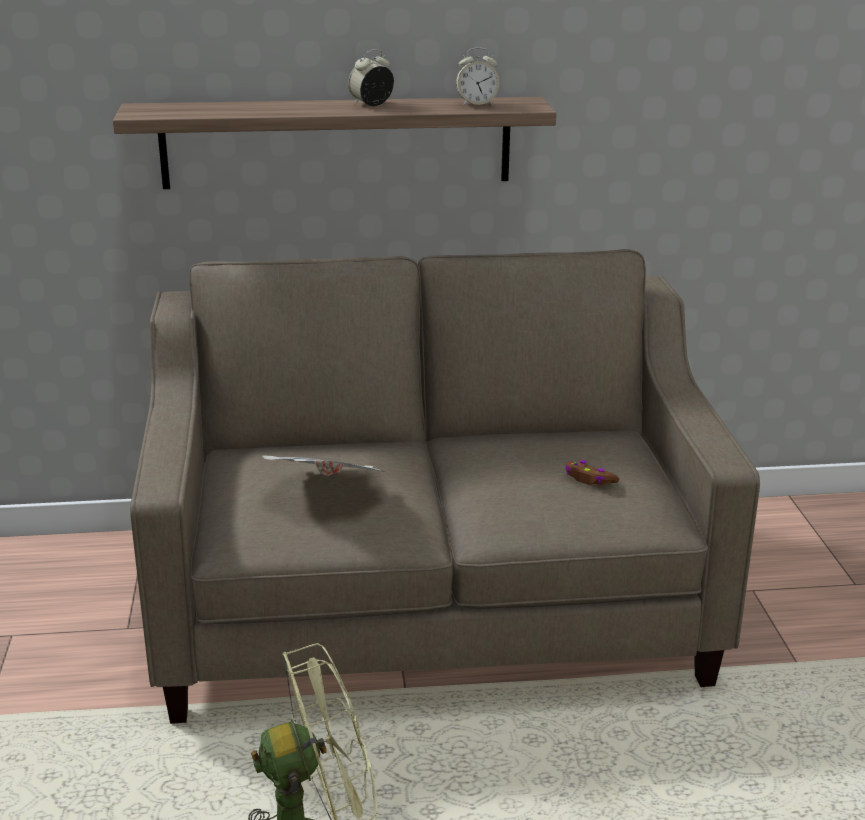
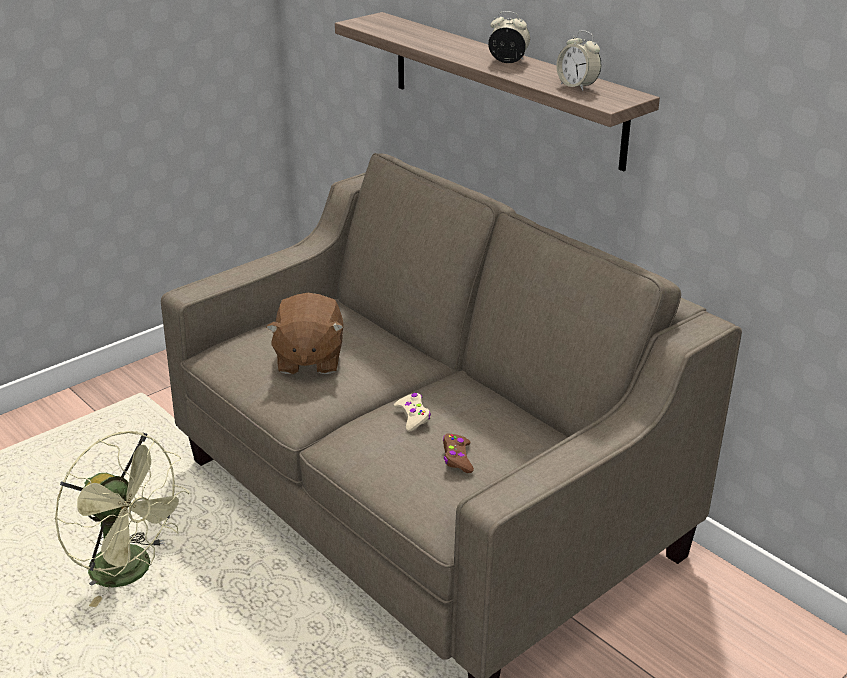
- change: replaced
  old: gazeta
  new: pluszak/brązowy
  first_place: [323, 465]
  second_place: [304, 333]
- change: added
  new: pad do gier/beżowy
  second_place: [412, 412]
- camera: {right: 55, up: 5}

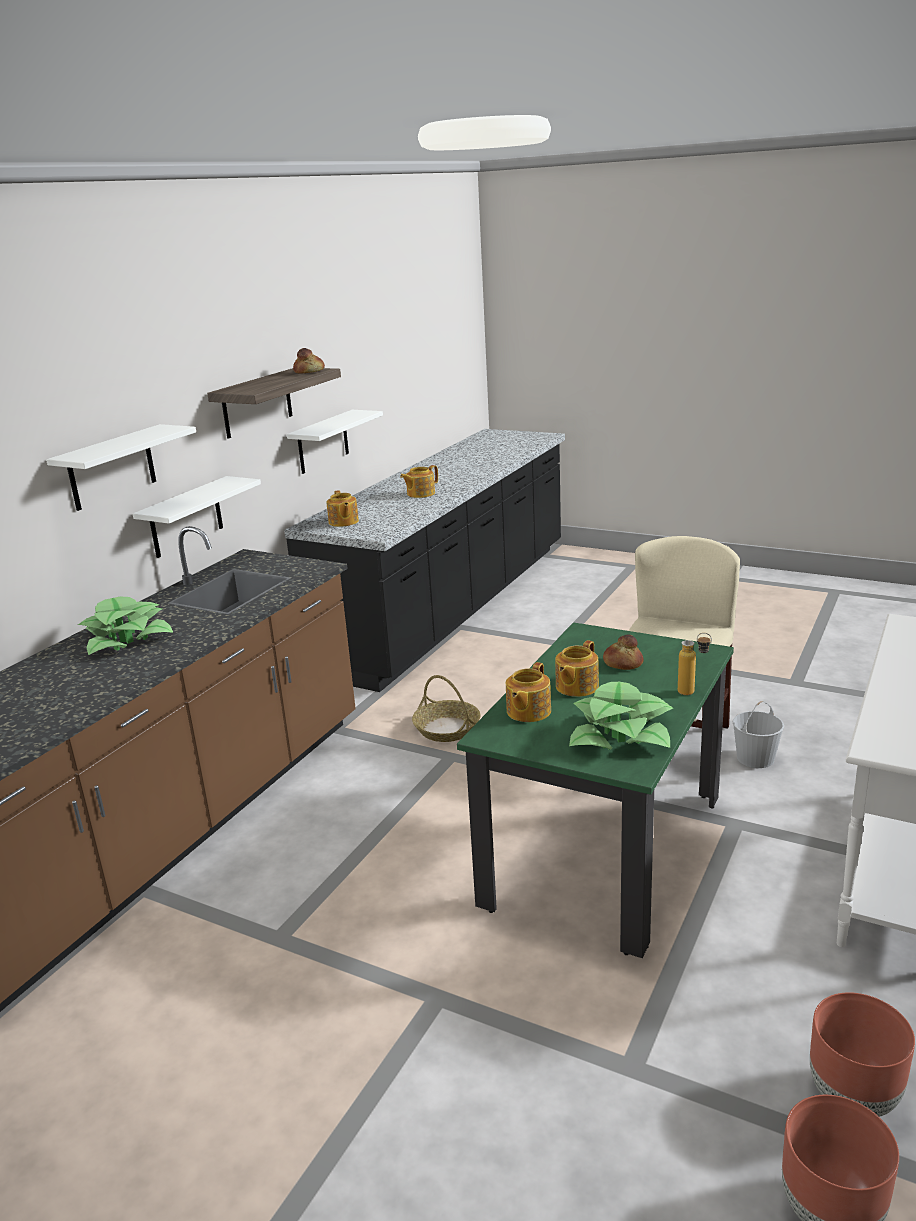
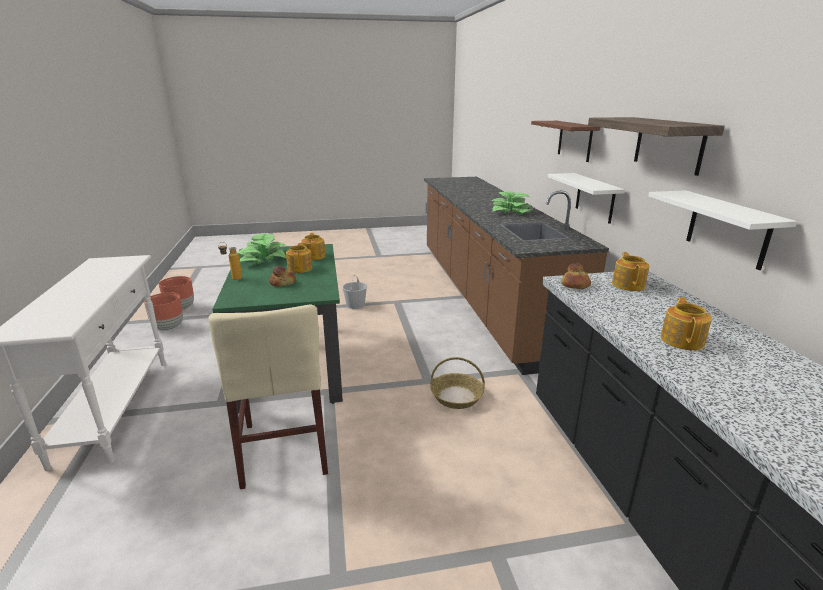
- change: moved
  old: chleb
  first_place: [309, 360]
  second_place: [576, 276]
- change: recoloured
  old: półka/biały
  new: półka/brązowy
  first_place: [121, 467]
  second_place: [566, 141]
- change: turned
  old: imbryk
  first_place: [342, 508]
  second_place: [630, 271]
  degrees: 60
- change: moved
  old: wiadro/biały
  first_place: [758, 734]
  second_place: [354, 292]
- camera: {right: 140, up: 0}

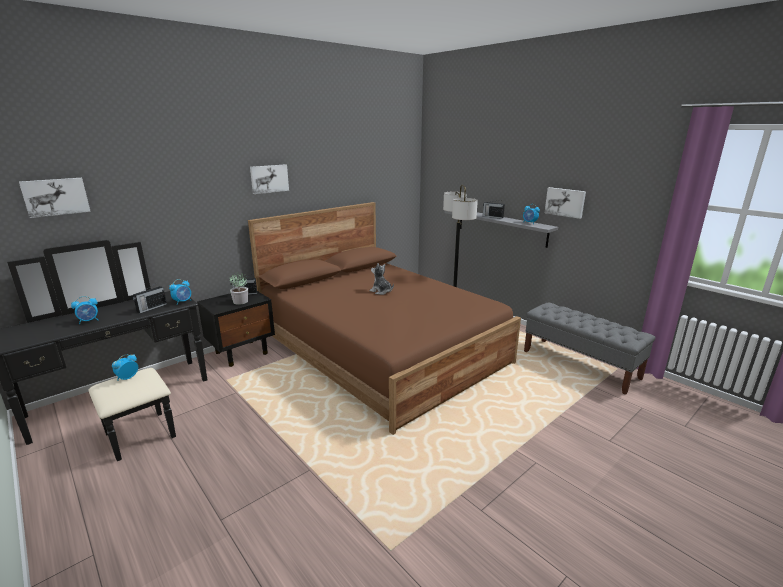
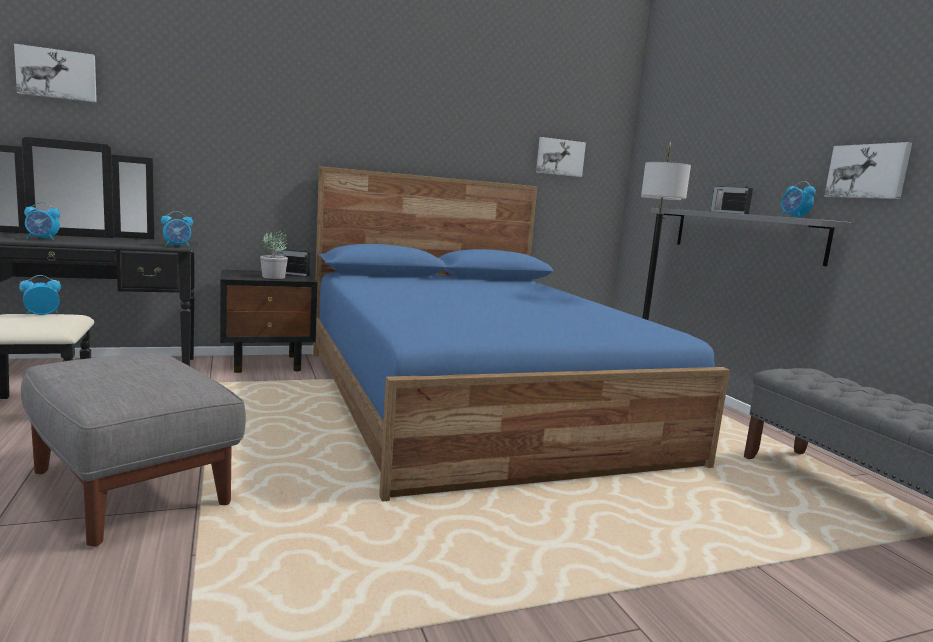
- change: moved
  old: obraz
  first_place: [269, 179]
  second_place: [561, 157]
- change: recoloured
  old: łóżko/brązowy
  new: łóżko/niebieski
  first_place: [384, 318]
  second_place: [521, 334]
- change: removed
  old: pluszak
  first_place: [381, 279]
- change: removed
  old: radio
  first_place: [150, 298]
- change: added
  new: pufa/szary
  second_place: [133, 450]
- camera: {right: 20, up: -10}

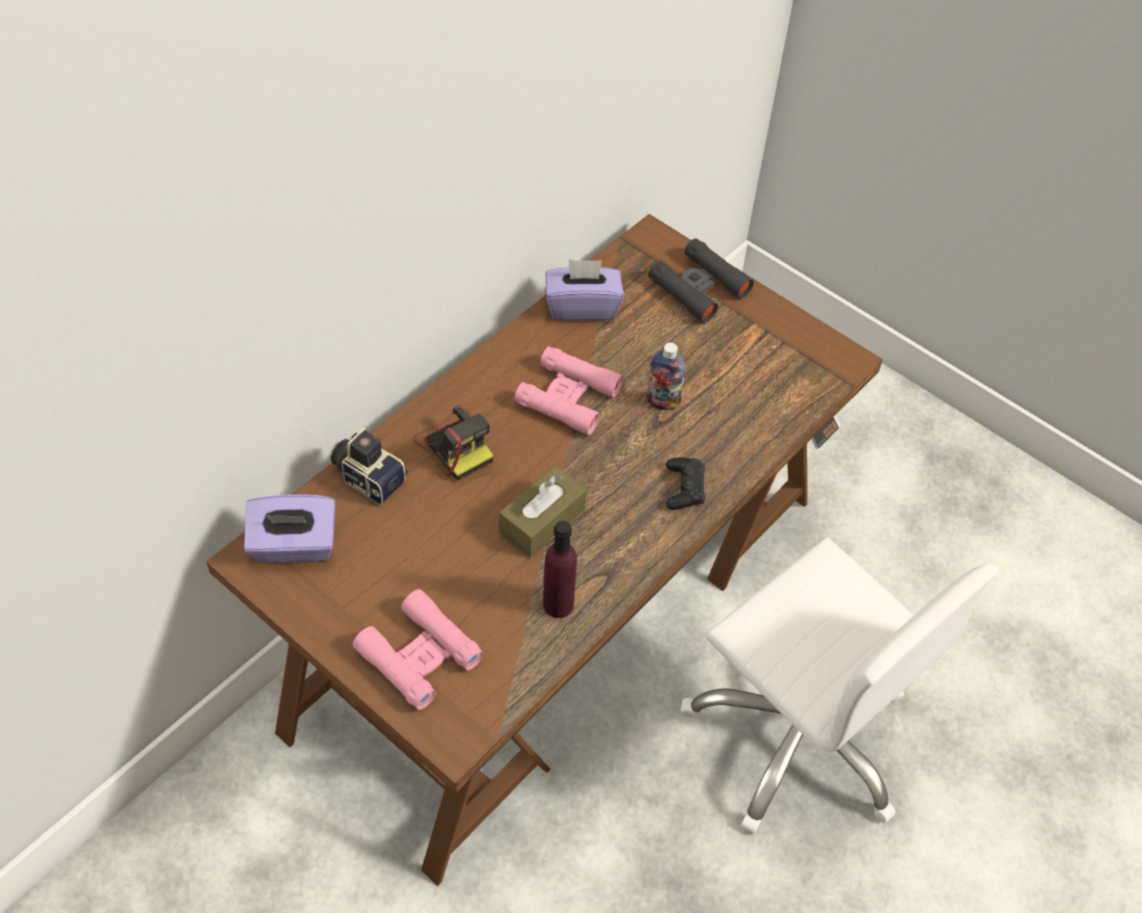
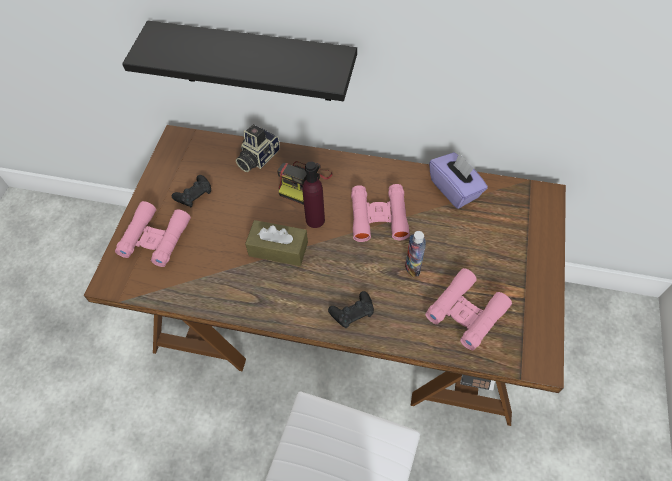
- change: removed
  old: lornetka/czarny
  first_place: [701, 280]
- change: turned
  old: aparat fotograficzny
  first_place: [368, 466]
  second_place: [258, 148]
  degrees: -150
- change: removed
  old: pudełko chusteczek/fioletowy
  first_place: [289, 528]
- change: moved
  old: butelka/fioletowy
  first_place: [560, 569]
  second_place: [314, 194]
- change: added
  new: półka/czarny
  second_place: [239, 60]
- change: added
  new: pad do gier/czarny
  second_place: [191, 191]
- change: added
  new: lornetka/różowy
  second_place: [468, 309]
- camera: {right: 65, up: 5}

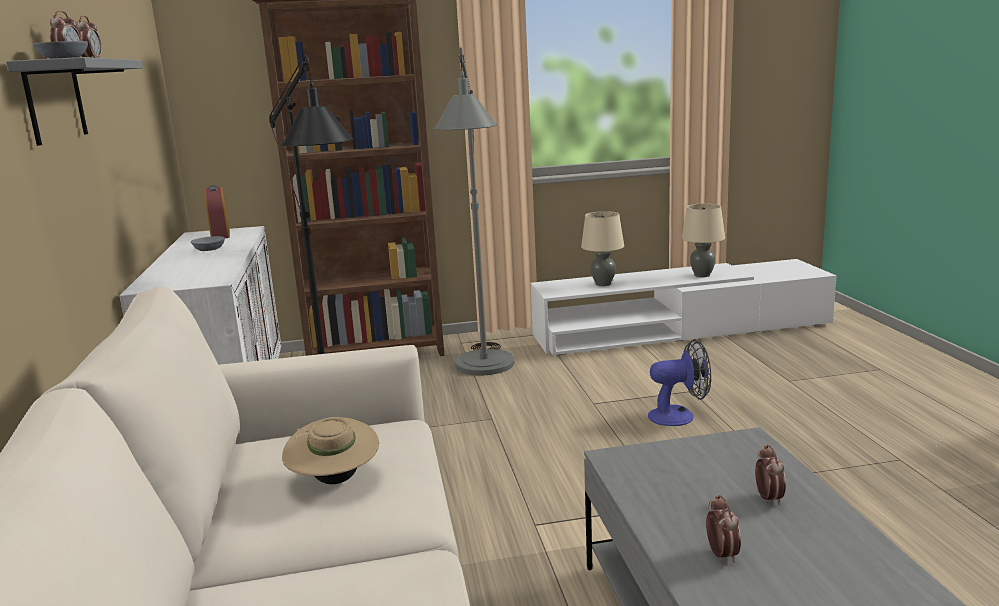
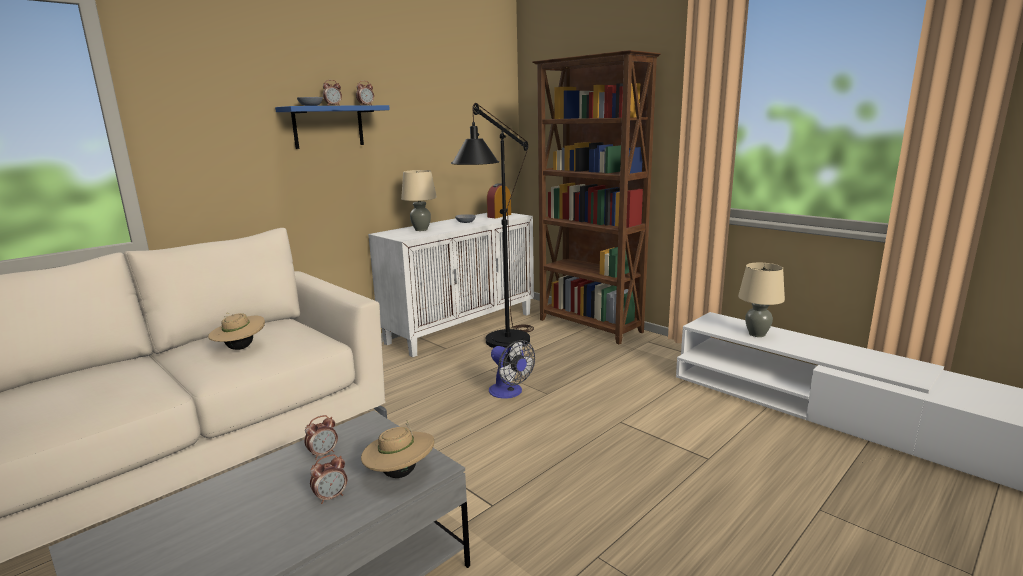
- change: removed
  old: lampa stojąca/szary
  first_place: [473, 211]
- change: recoloured
  old: półka/szary
  new: półka/niebieski
  first_place: [74, 101]
  second_place: [332, 127]
- change: moved
  old: lampa stołowa/beżowy
  first_place: [703, 240]
  second_place: [419, 200]
- change: moved
  old: wentylator
  first_place: [679, 382]
  second_place: [512, 369]
- change: moved
  old: budzik
  first_place: [723, 529]
  second_place: [321, 437]
- change: added
  new: kapelusz/beżowy
  second_place: [397, 449]
- camera: {right: 55, up: 0}

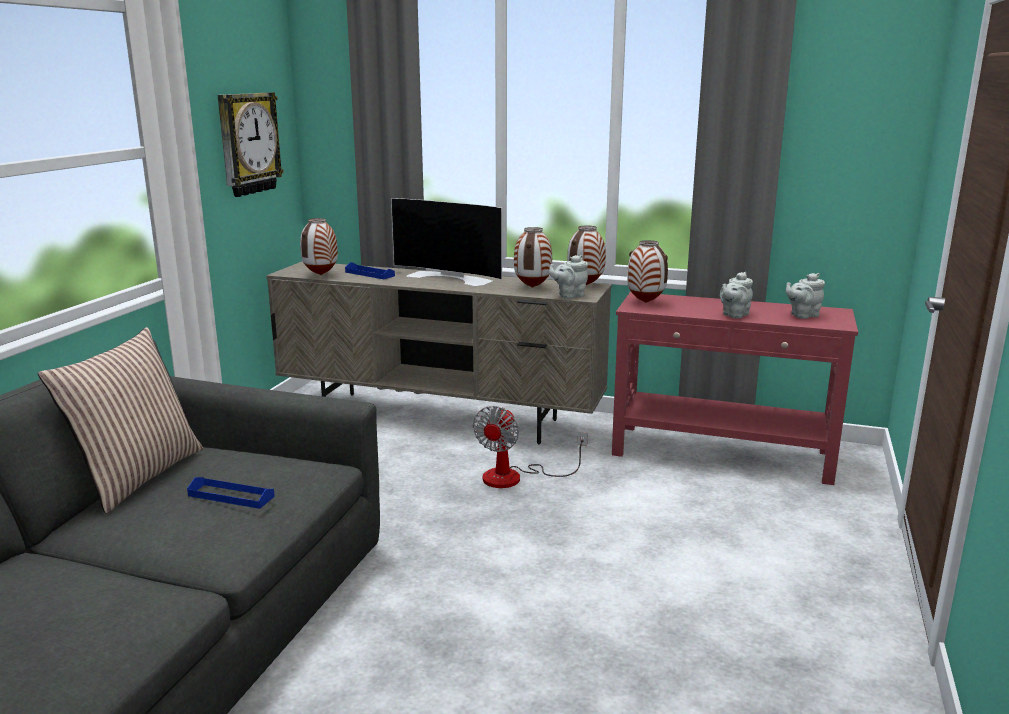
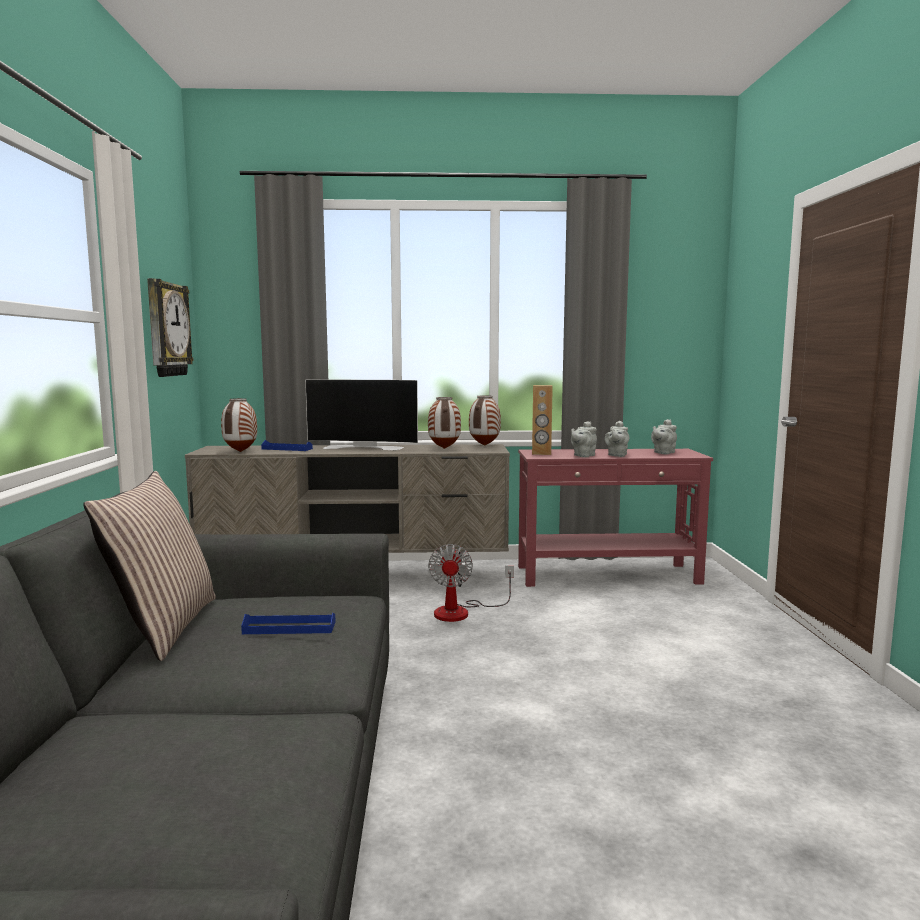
- change: replaced
  old: wazon
  new: głośnik/brązowy
  first_place: [647, 271]
  second_place: [542, 420]
- change: moved
  old: imbryk/szary
  first_place: [568, 277]
  second_place: [584, 439]
- camera: {right: -20, up: -10}

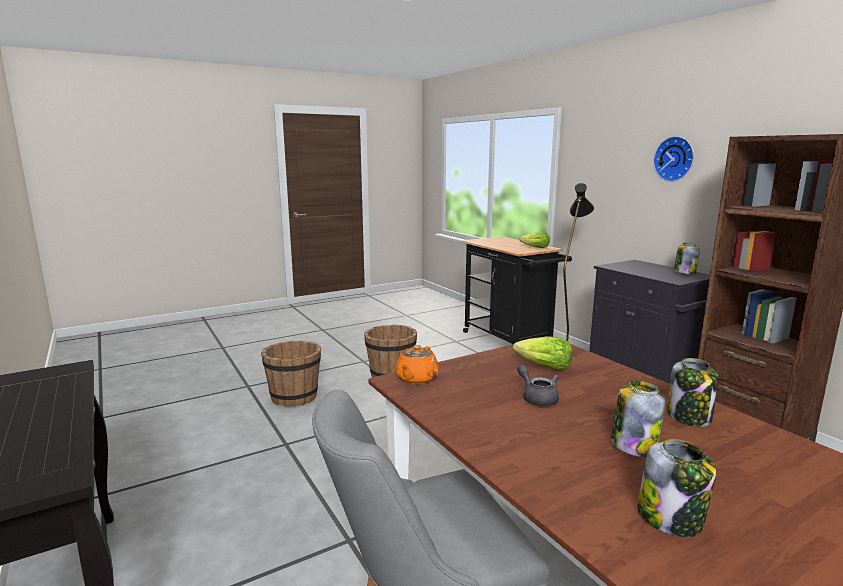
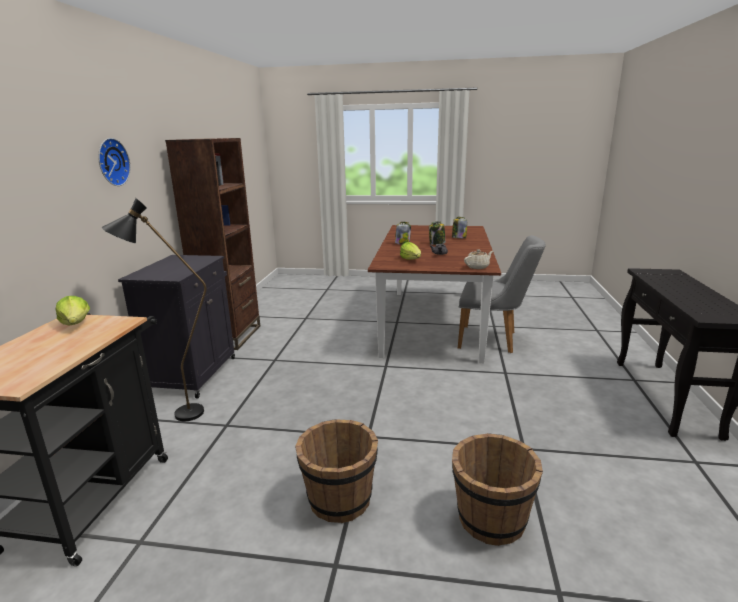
- change: removed
  old: słoik
  first_place: [687, 258]
- change: recoloured
  old: imbryk/pomarańczowy
  new: imbryk/beżowy
  first_place: [417, 364]
  second_place: [478, 259]
- camera: {right: -140, up: 5}

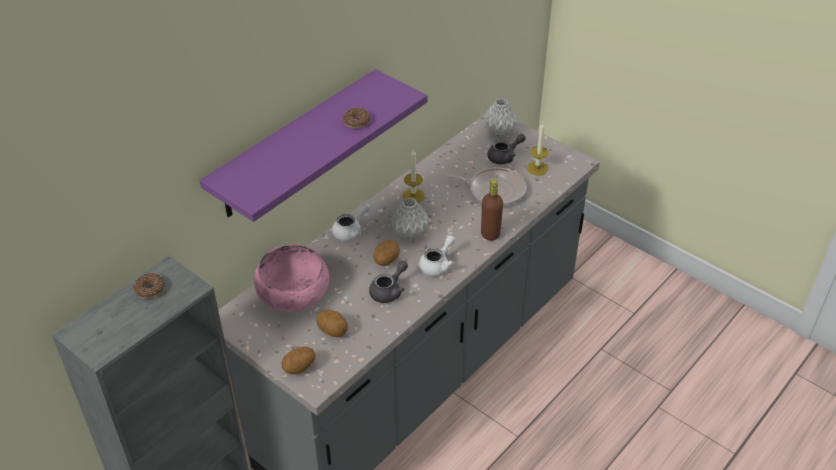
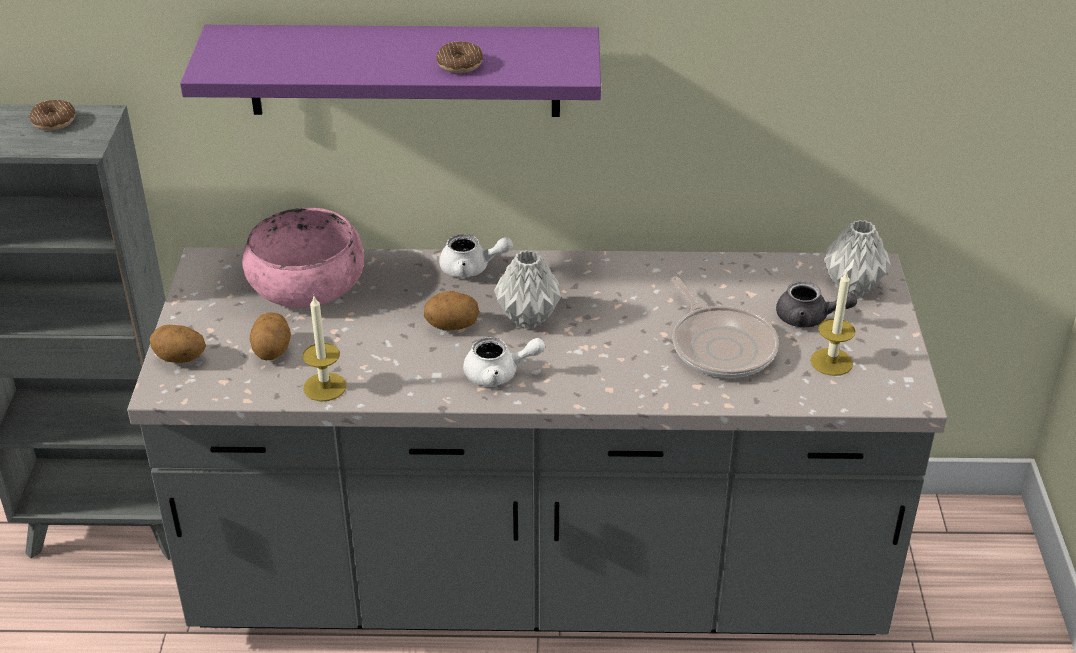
- change: moved
  old: świeca
  first_place: [413, 176]
  second_place: [324, 348]
- change: removed
  old: butelka/brązowy
  first_place: [492, 210]
- change: removed
  old: imbryk/szary
  first_place: [388, 282]
- camera: {right: 50, up: -5}

